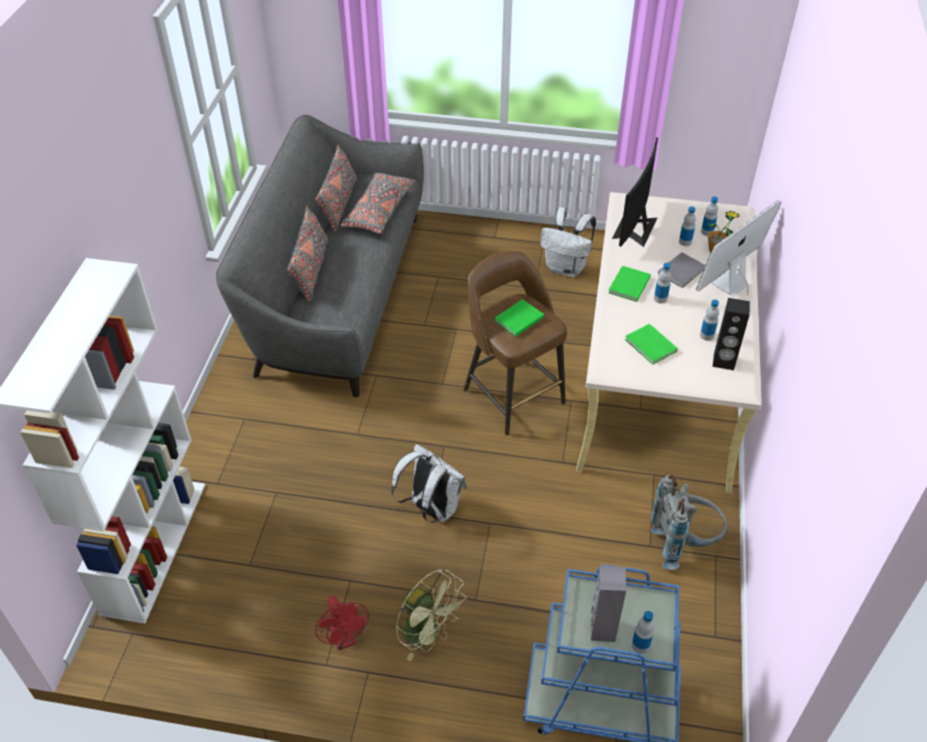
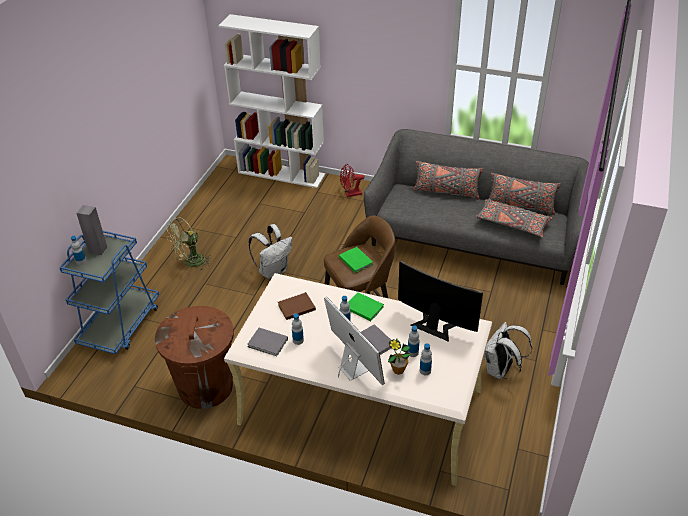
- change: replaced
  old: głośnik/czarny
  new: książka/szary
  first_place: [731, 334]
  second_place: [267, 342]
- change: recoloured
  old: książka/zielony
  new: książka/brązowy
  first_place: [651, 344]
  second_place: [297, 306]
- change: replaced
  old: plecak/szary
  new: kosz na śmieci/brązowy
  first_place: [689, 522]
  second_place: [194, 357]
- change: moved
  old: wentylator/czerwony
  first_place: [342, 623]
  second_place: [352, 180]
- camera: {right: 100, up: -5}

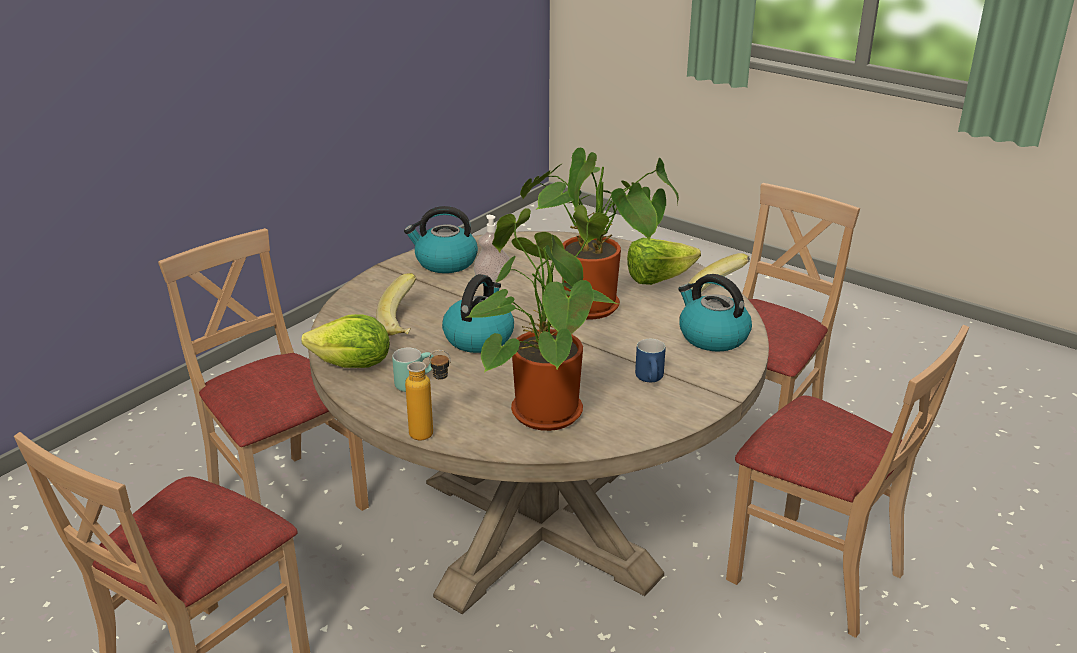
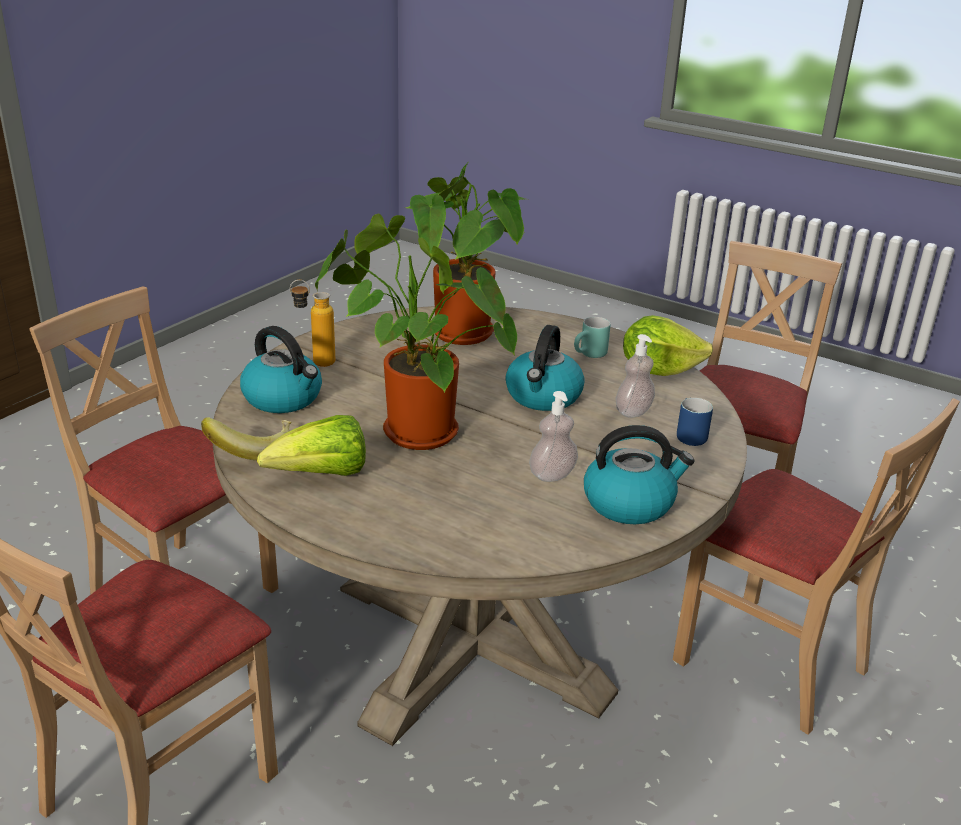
- change: replaced
  old: banan
  new: dozownik mydła
  first_place: [396, 304]
  second_place: [635, 376]
- change: moved
  old: kubek/niebieski
  first_place: [650, 360]
  second_place: [695, 422]
- change: moved
  old: butelka
  first_place: [428, 395]
  second_place: [312, 323]
- camera: {right: 175, up: 0}

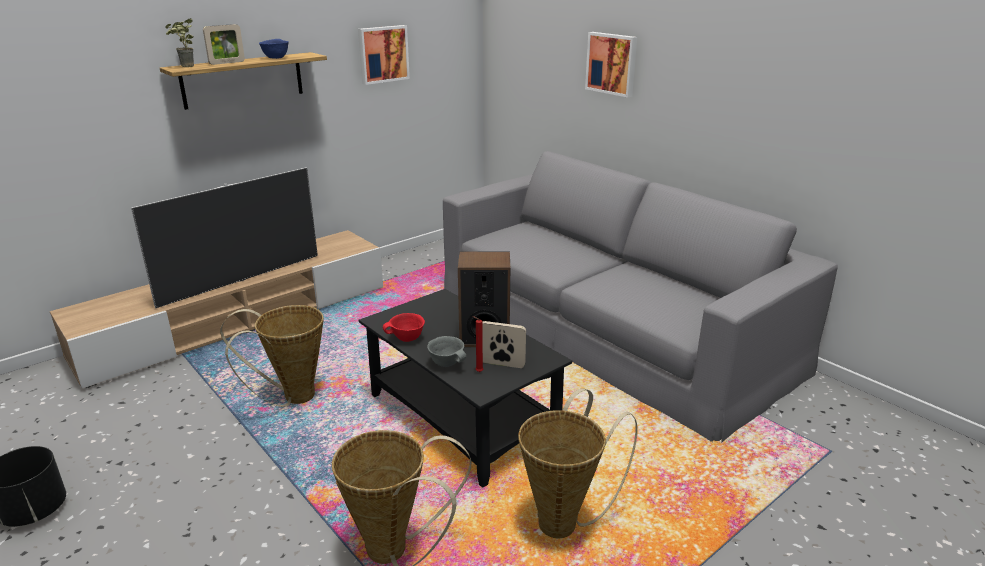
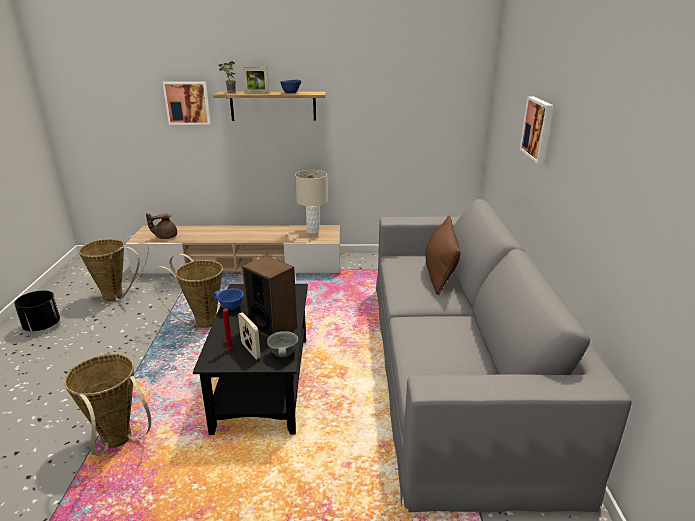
- change: moved
  old: obraz
  first_place: [384, 55]
  second_place: [186, 103]
- change: removed
  old: telewizor
  first_place: [224, 238]
- change: recoloured
  old: miska/czerwony
  new: miska/niebieski
  first_place: [404, 327]
  second_place: [228, 299]
- change: moved
  old: miska/szary
  first_place: [446, 351]
  second_place: [282, 344]
- change: moved
  old: koszyk
  first_place: [578, 463]
  second_place: [114, 268]
- change: added
  new: lampa stołowa/beżowy
  second_place: [311, 202]
- change: added
  new: imbryk/brązowy
  second_place: [161, 226]
- change: added
  new: poduszka/brązowy
  second_place: [443, 255]
- camera: {right: 40, up: 0}

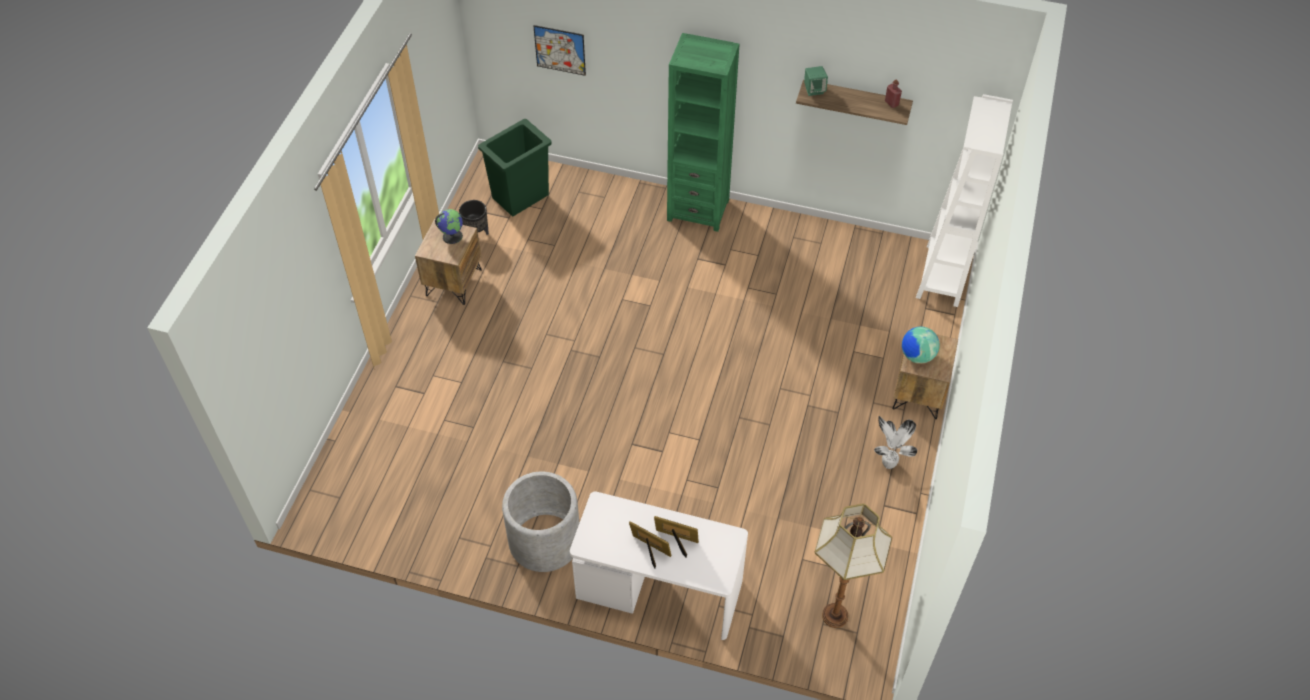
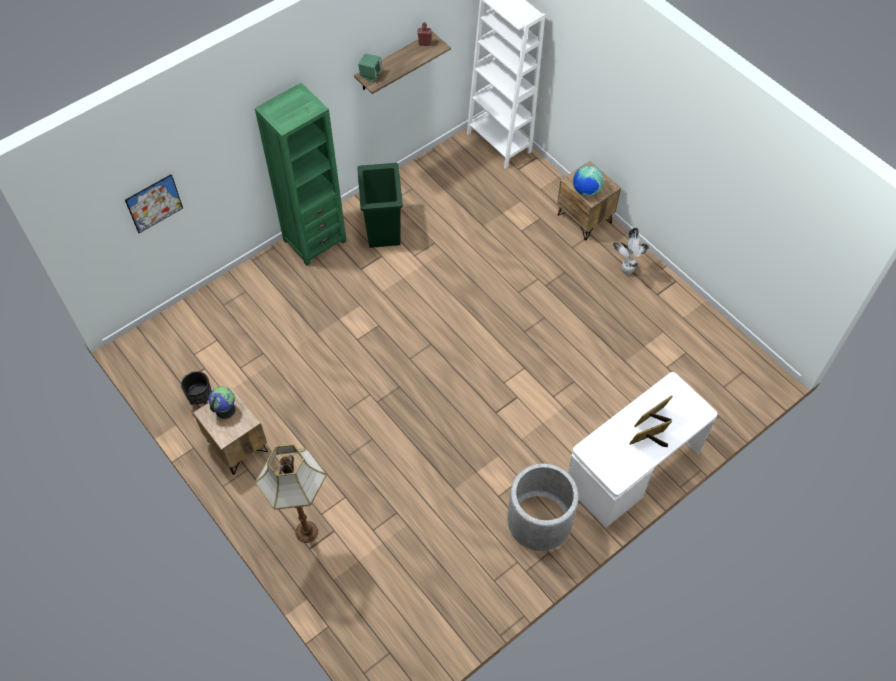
- change: moved
  old: kosz na śmieci/zielony
  first_place: [515, 168]
  second_place: [380, 205]
- change: moved
  old: lampa stojąca
  first_place: [853, 565]
  second_place: [291, 493]
- camera: {right: -55, up: 5}

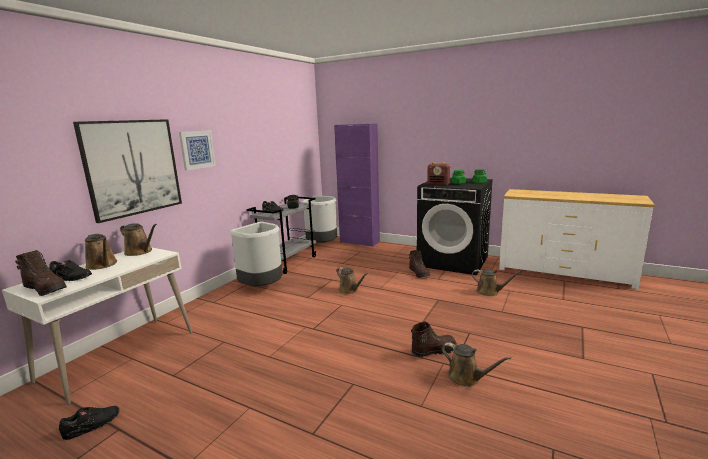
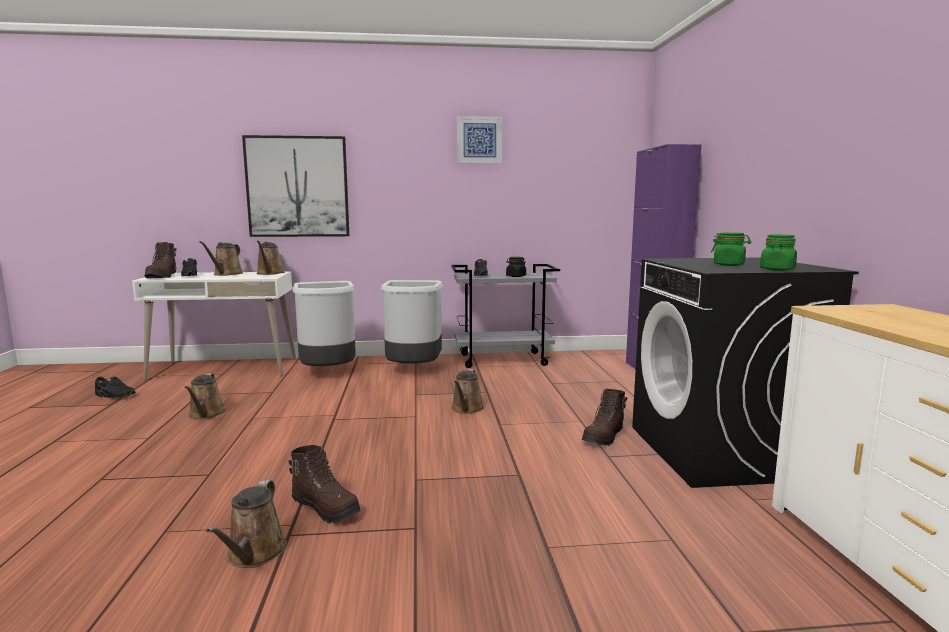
- change: moved
  old: obraz
  first_place: [197, 150]
  second_place: [479, 140]
- change: removed
  old: radio
  first_place: [438, 174]
- change: moved
  old: kosz na śmieci/szary
  first_place: [319, 219]
  second_place: [324, 323]
- change: moved
  old: konewka/brązowy
  first_place: [497, 283]
  second_place: [205, 396]
- camera: {right: 55, up: -5}

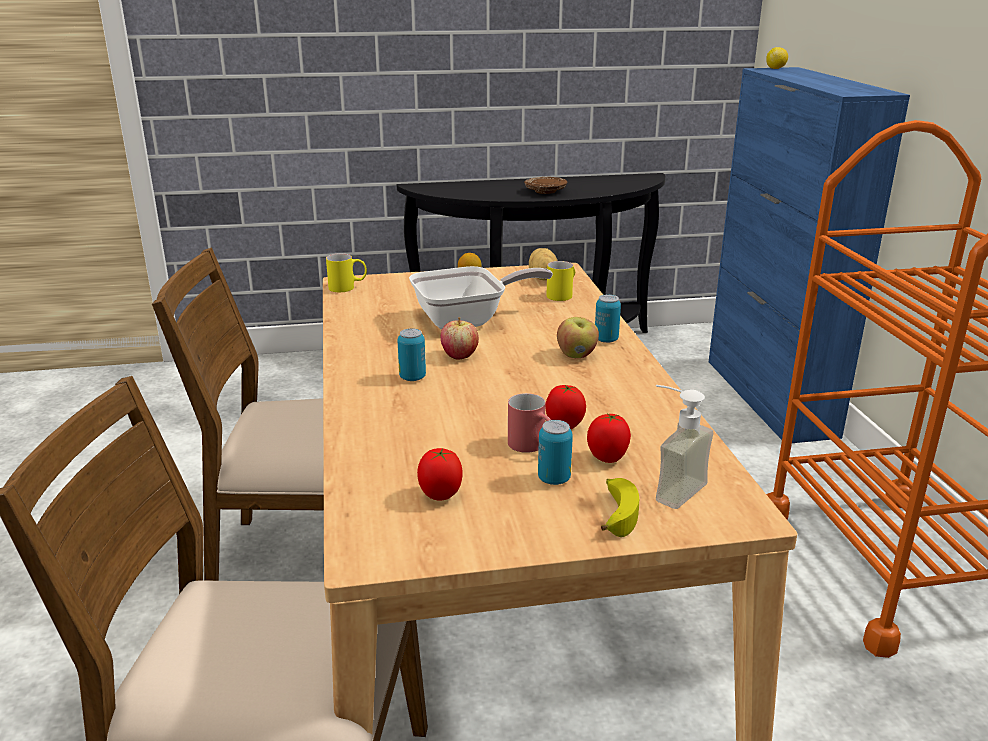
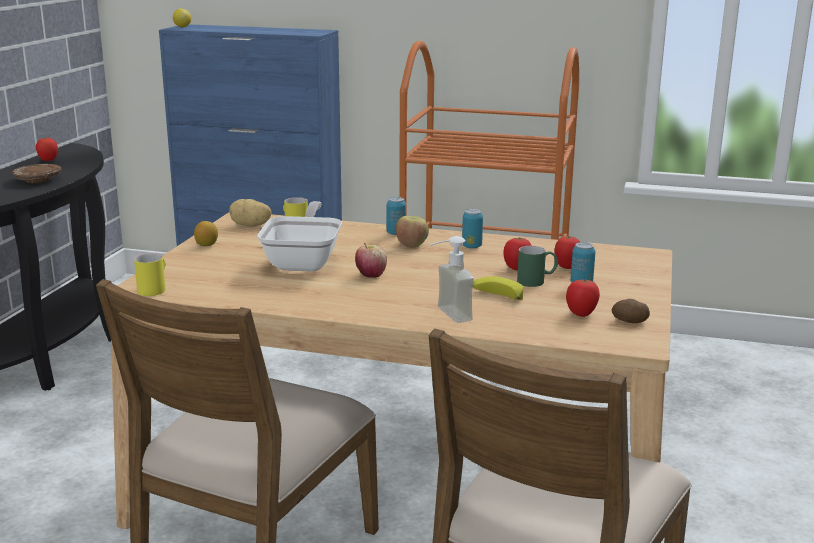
- change: moved
  old: puszka
  first_place: [411, 354]
  second_place: [472, 229]
- change: moved
  old: dozownik mydła
  first_place: [684, 447]
  second_place: [452, 279]
- change: recoloured
  old: kubek/czerwony
  new: kubek/zielony
  first_place: [529, 423]
  second_place: [537, 266]
- change: moved
  old: banan
  first_place: [620, 507]
  second_place: [498, 288]
- change: added
  new: pomidor
  second_place: [47, 149]
- change: added
  new: ziemniak
  second_place: [631, 311]
- camera: {right: -65, up: -5}

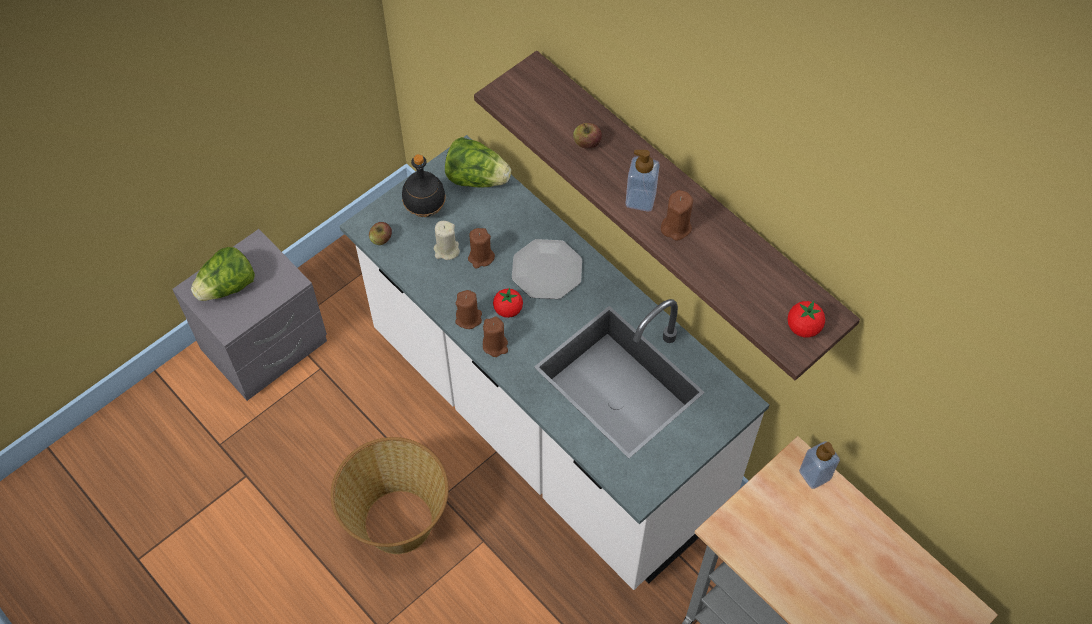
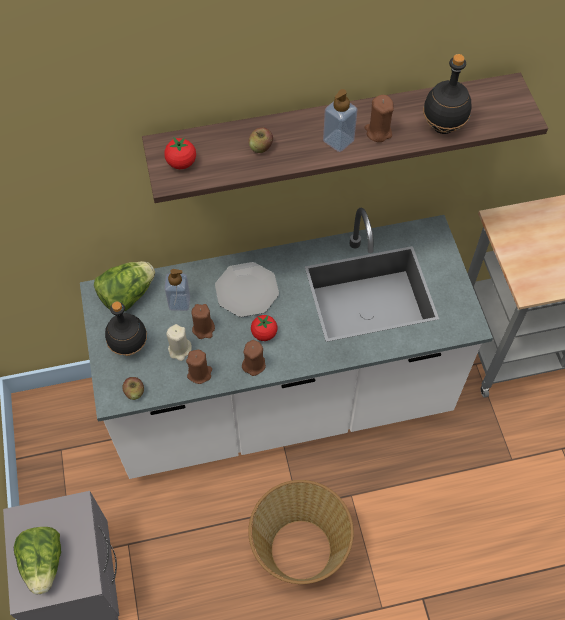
- change: moved
  old: pomidor
  first_place: [806, 319]
  second_place: [180, 153]
- change: moved
  old: świeca/brązowy
  first_place: [495, 336]
  second_place: [199, 367]
- change: moved
  old: dozownik mydła
  first_place: [819, 465]
  second_place: [177, 290]
- change: added
  new: butelka/czarny
  second_place: [447, 94]
- camera: {right: -60, up: 0}

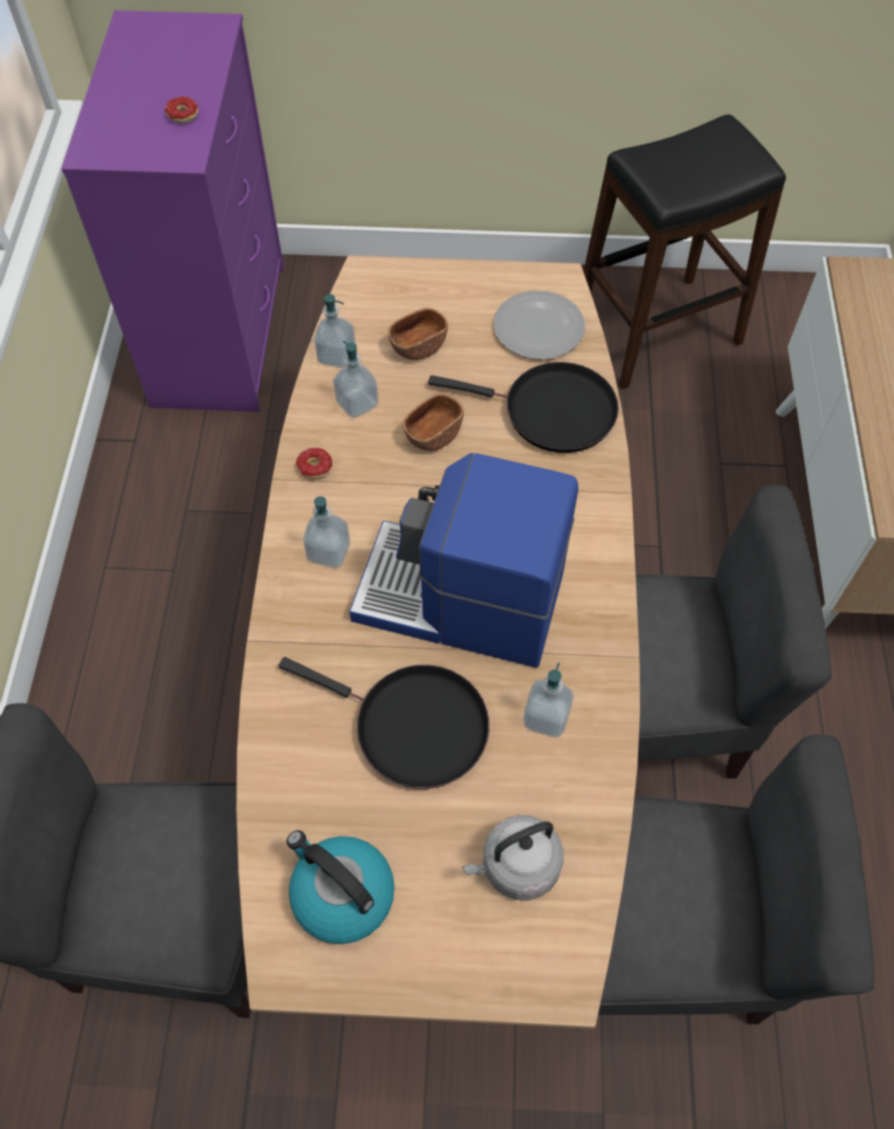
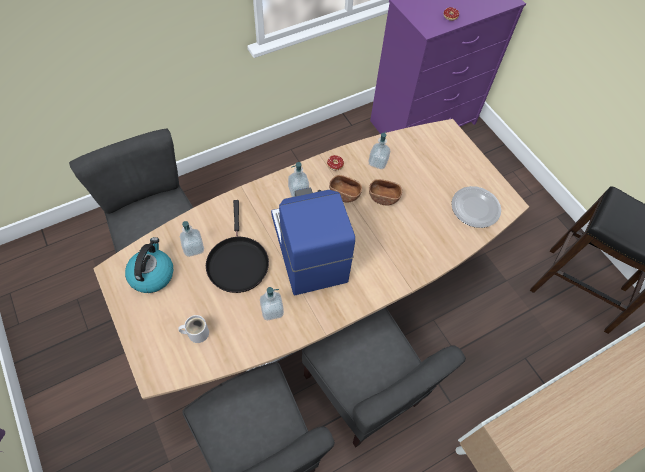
- change: moved
  old: dozownik mydła
  first_place: [335, 331]
  second_place: [192, 239]
- change: moved
  old: miska/brązowy
  first_place: [418, 334]
  second_place: [345, 189]
- change: removed
  old: patelnia/czarny
  first_place: [523, 407]
- change: replaced
  old: czajnik/szary
  new: kubek/biały
  first_place: [513, 858]
  second_place: [193, 329]
- camera: {right: 55, up: 0}

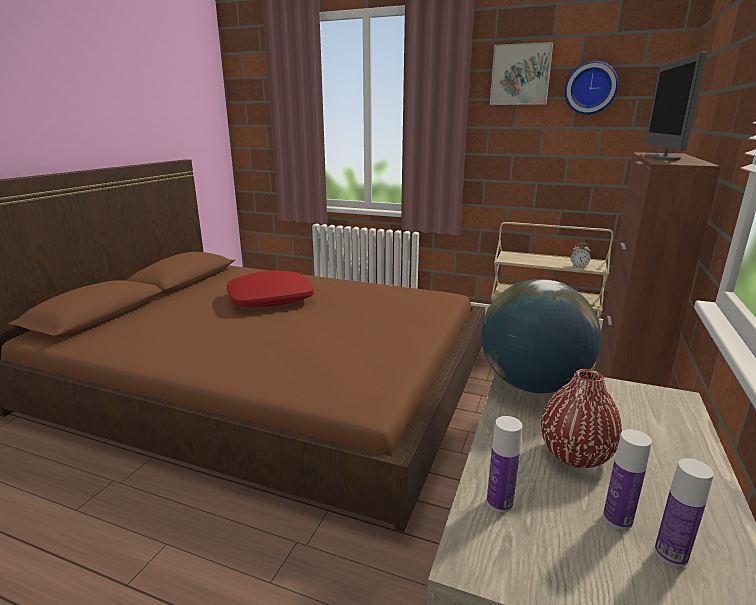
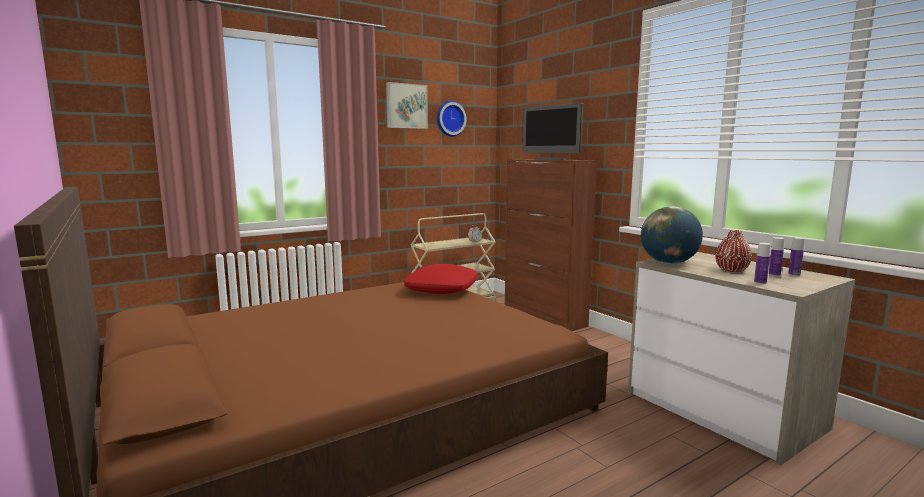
- change: moved
  old: poduszka/czerwony
  first_place: [270, 288]
  second_place: [440, 279]
- camera: {right: -55, up: -10}

